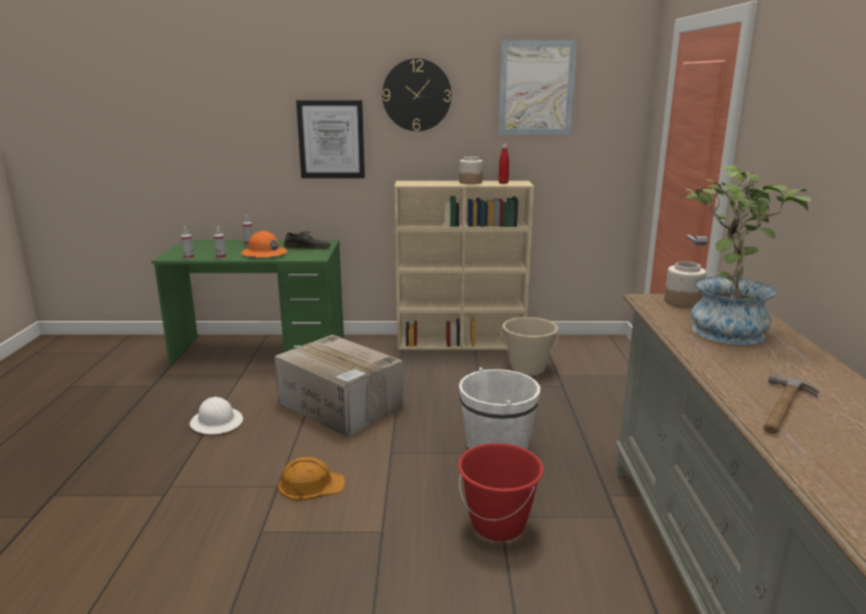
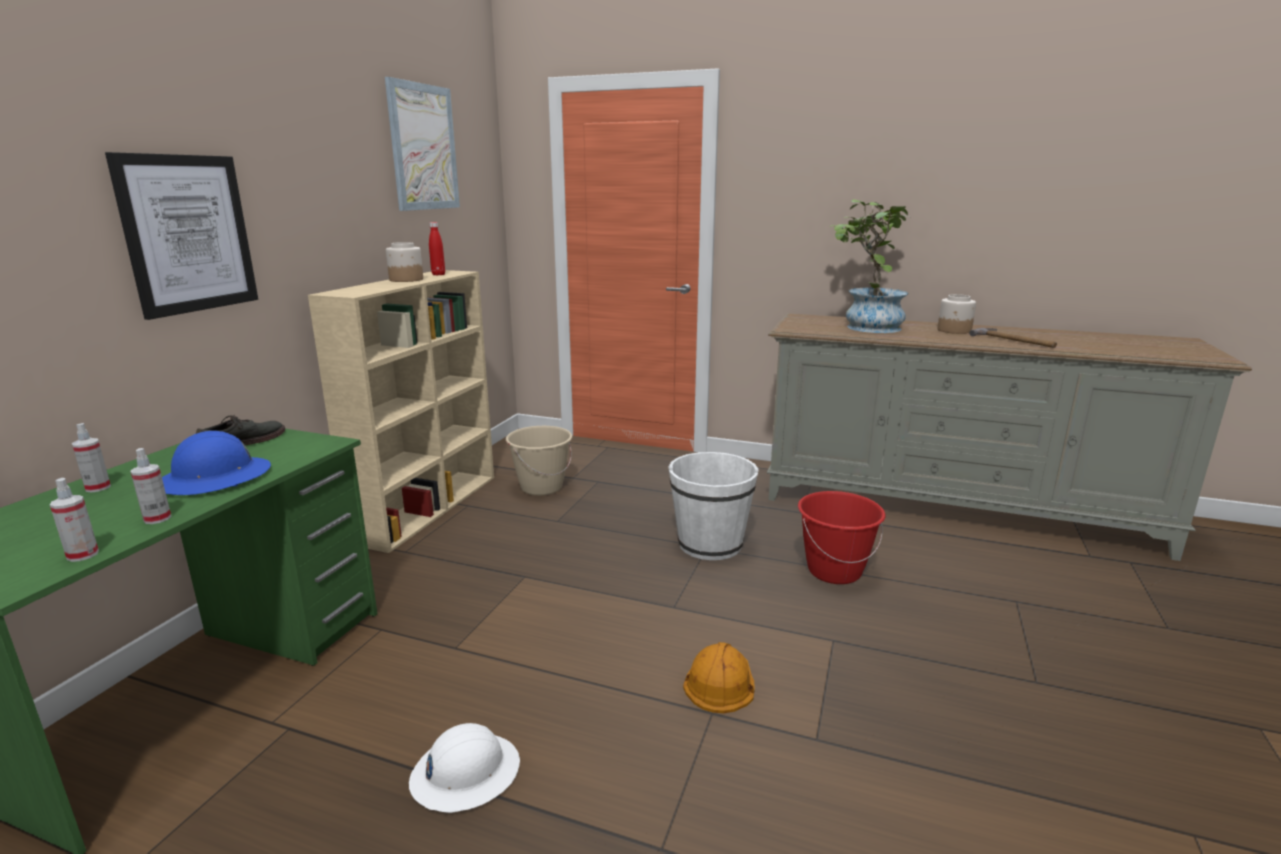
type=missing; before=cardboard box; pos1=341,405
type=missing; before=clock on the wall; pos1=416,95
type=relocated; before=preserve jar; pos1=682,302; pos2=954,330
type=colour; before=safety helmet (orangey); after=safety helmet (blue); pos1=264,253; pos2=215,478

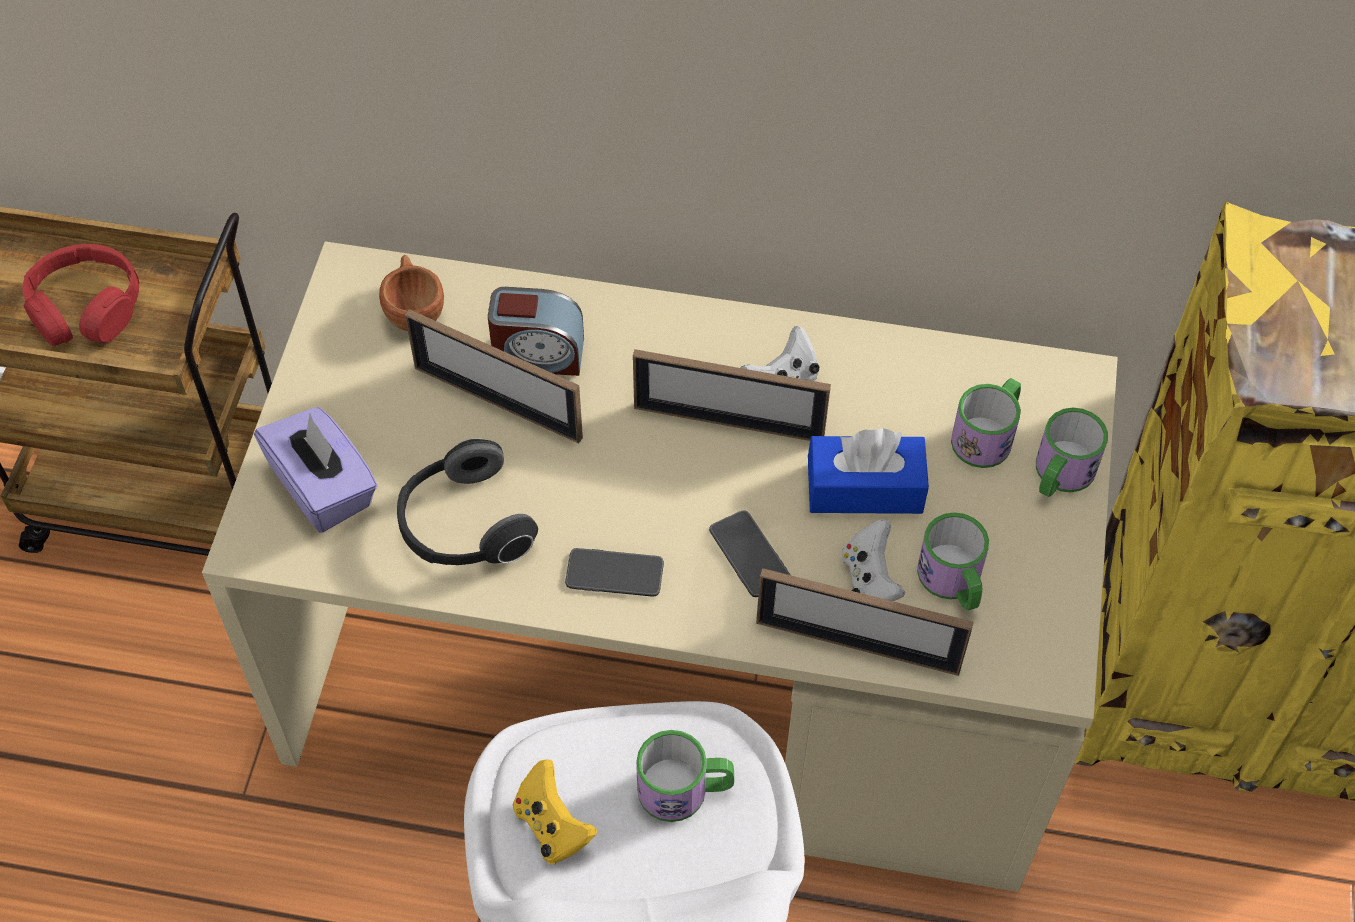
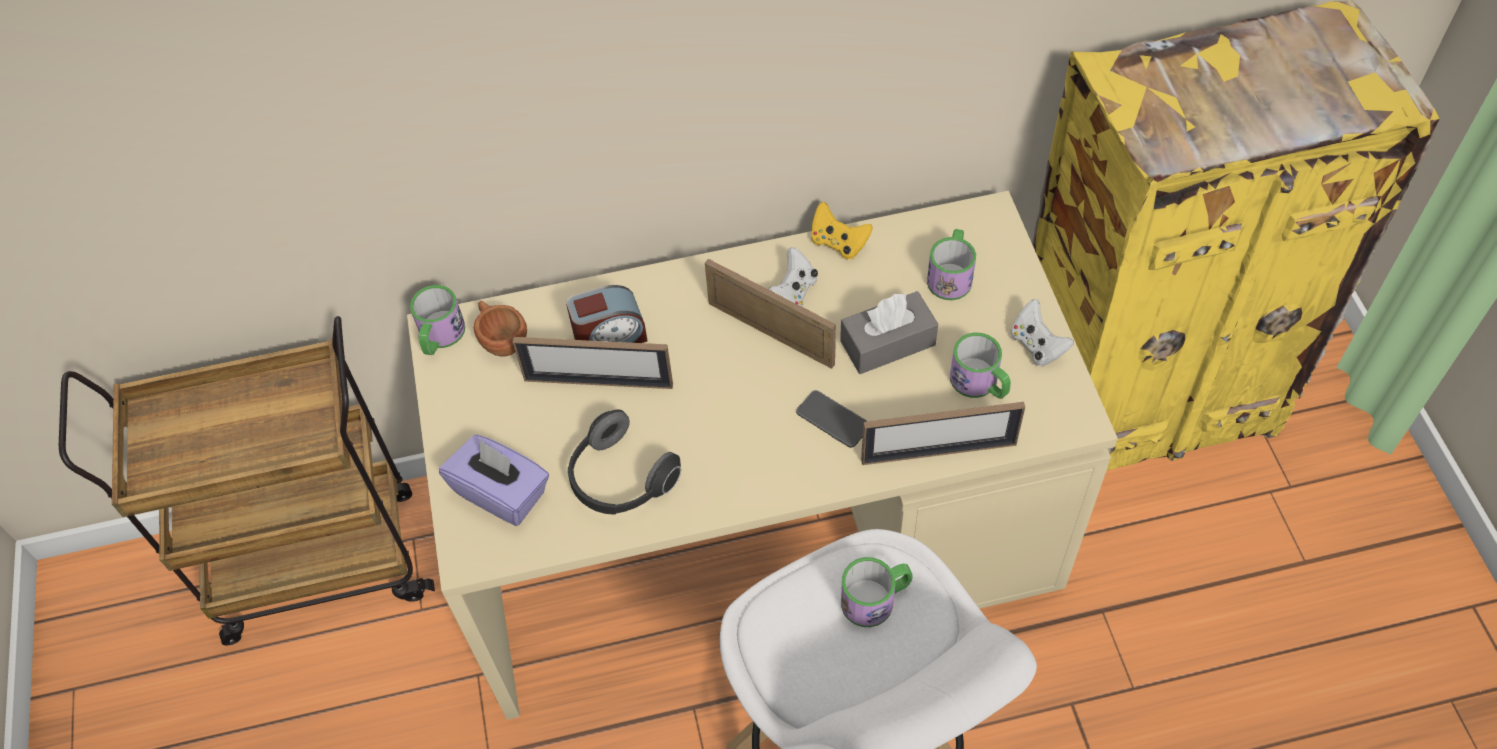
type=missing; before=headset (red); pos1=86,308
type=missing; before=phone; pos1=614,573
type=relocated; before=joypad (yellow-coloured); pos1=552,826; pos2=838,243
type=relocated; before=joypad (white); pos1=869,581; pos2=1037,345
type=relocated; before=coffee mug; pos1=1060,475; pos2=440,337
type=colour; before=tissue holder (blue); after=tissue holder (gray); pos1=864,488; pos2=887,343
type=spun; before=standing frame; pos1=728,422; pos2=770,333; turn=-135

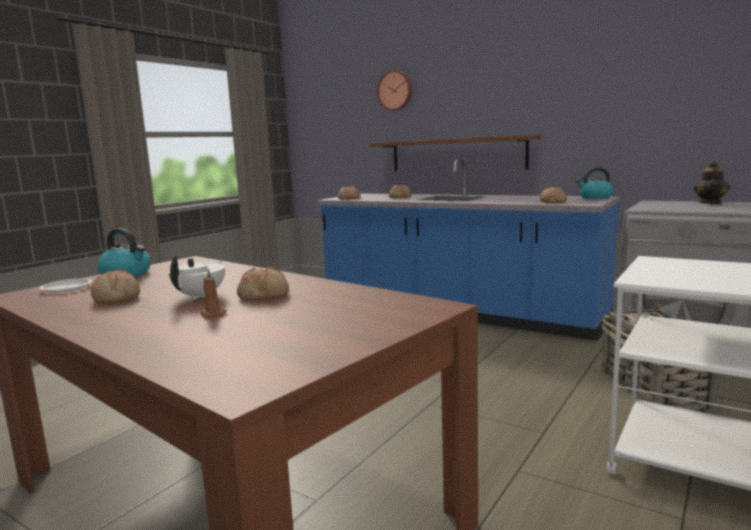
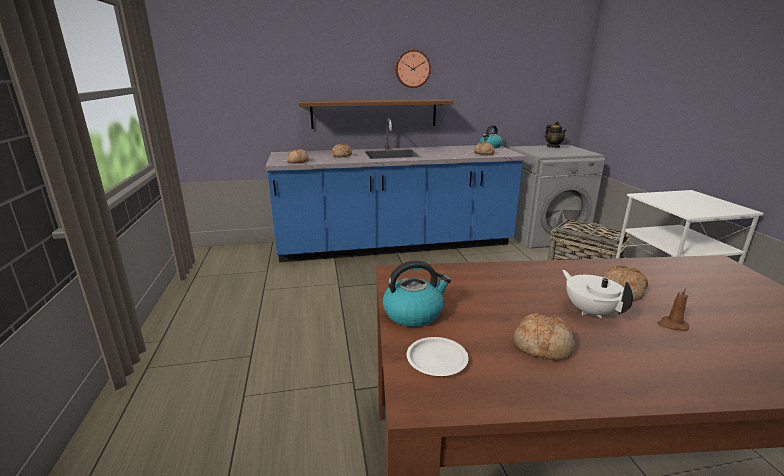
type=relocated; before=clock on the wall; pos1=395,90; pos2=412,69

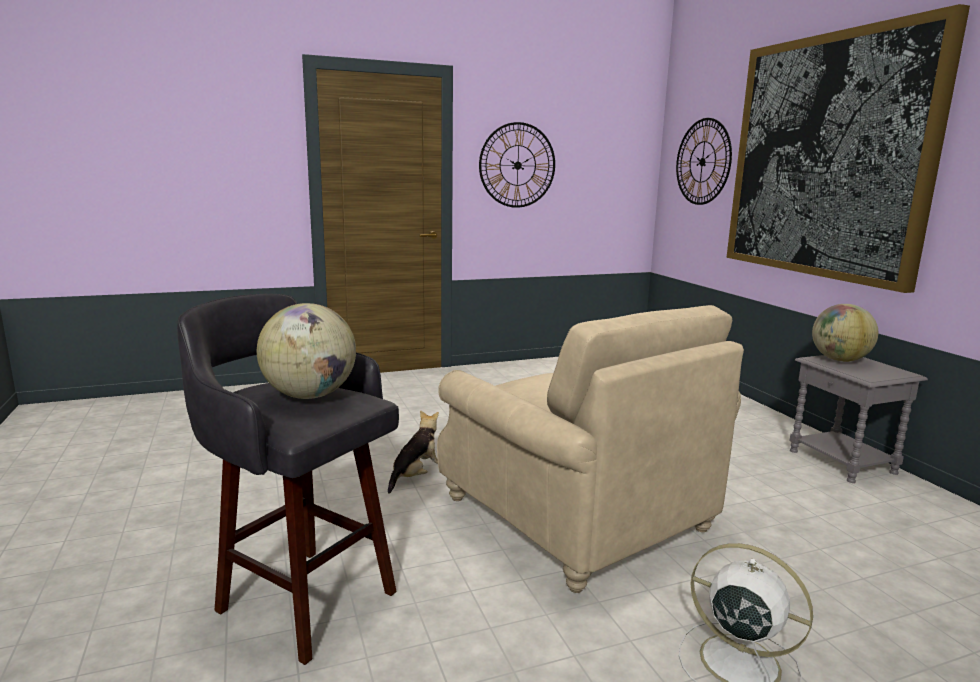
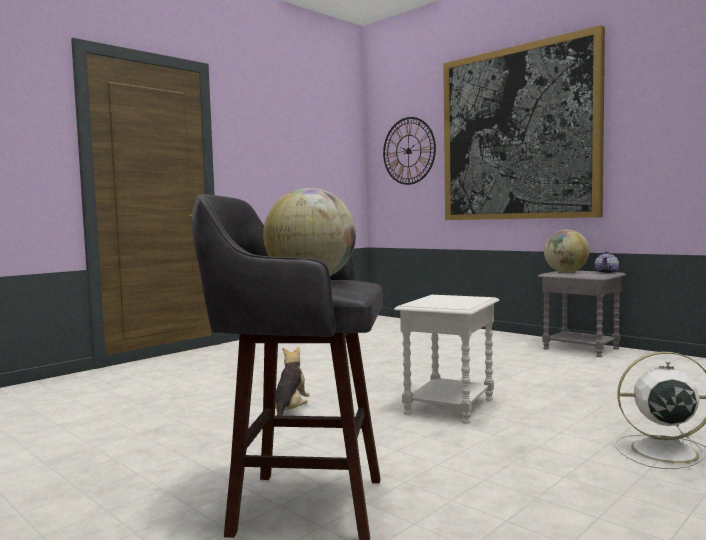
type=missing; before=clock on the wall; pos1=517,165
type=appeared; after=pot for tea; pos2=606,272
type=exchanged; before=armchair (beige-coloured); after=end table (white); pos1=573,513; pos2=451,406

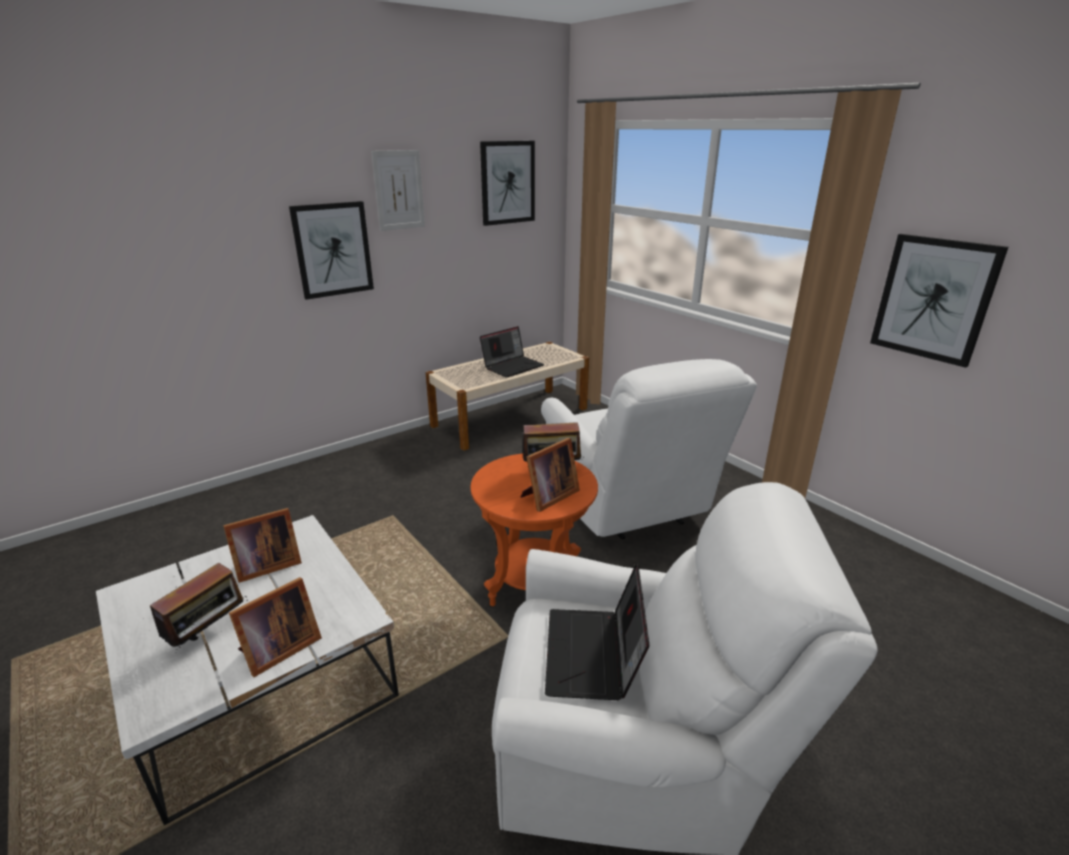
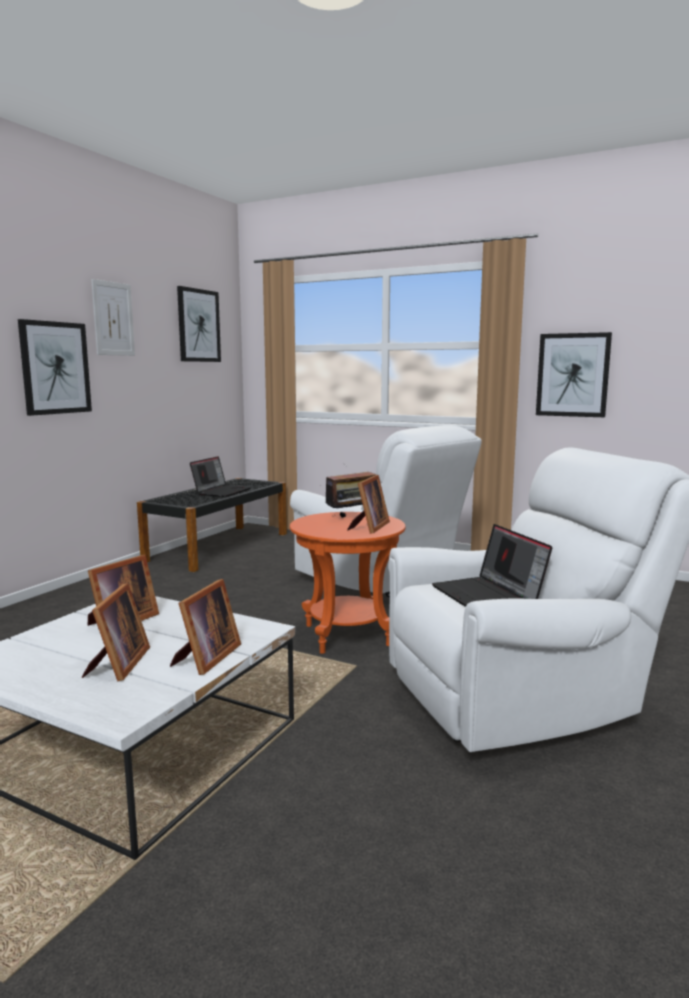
type=exchanged; before=radio; after=standing frame; pos1=210,634; pos2=117,665
type=colour; before=bench (beige-coloured); after=bench (blackish); pos1=510,417; pos2=218,547

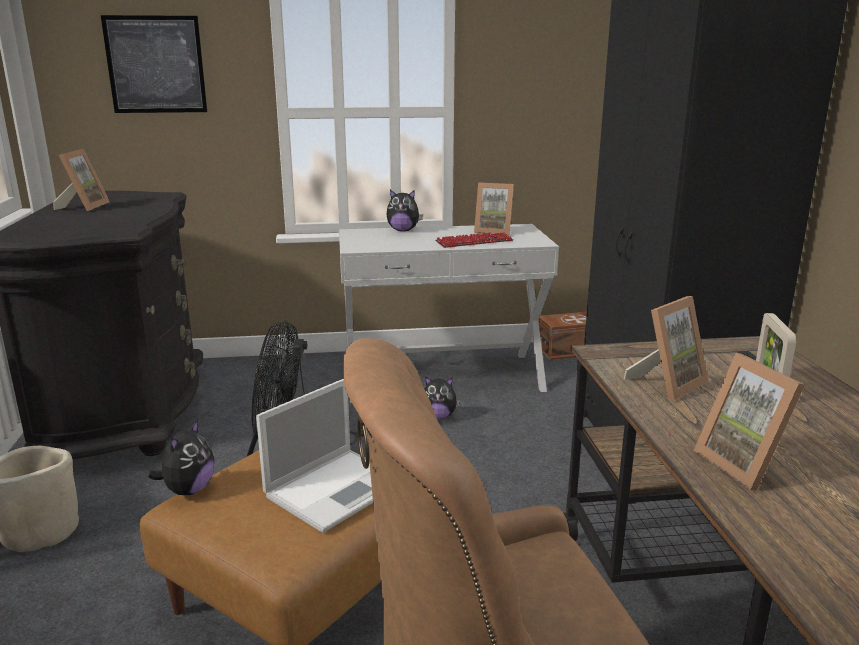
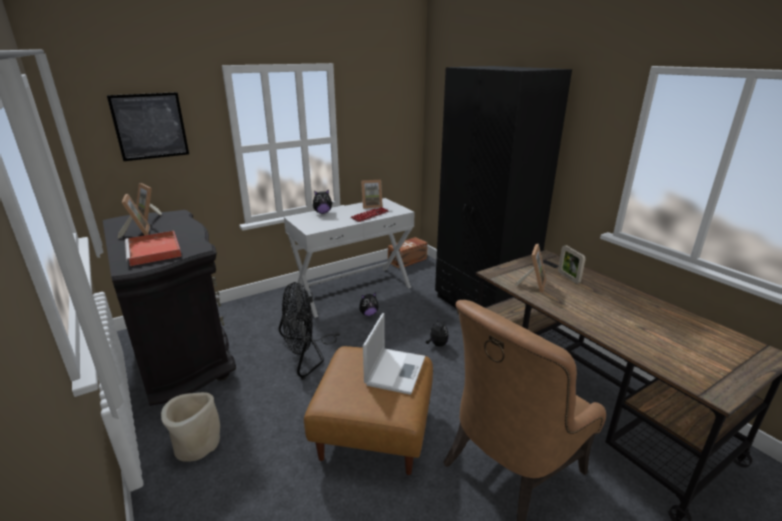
type=appeared; after=serving tray (red); pos2=154,251
type=relocated; before=plush toy; pos1=188,490; pos2=437,344
type=relocated; before=standing frame; pos1=746,464; pos2=150,218

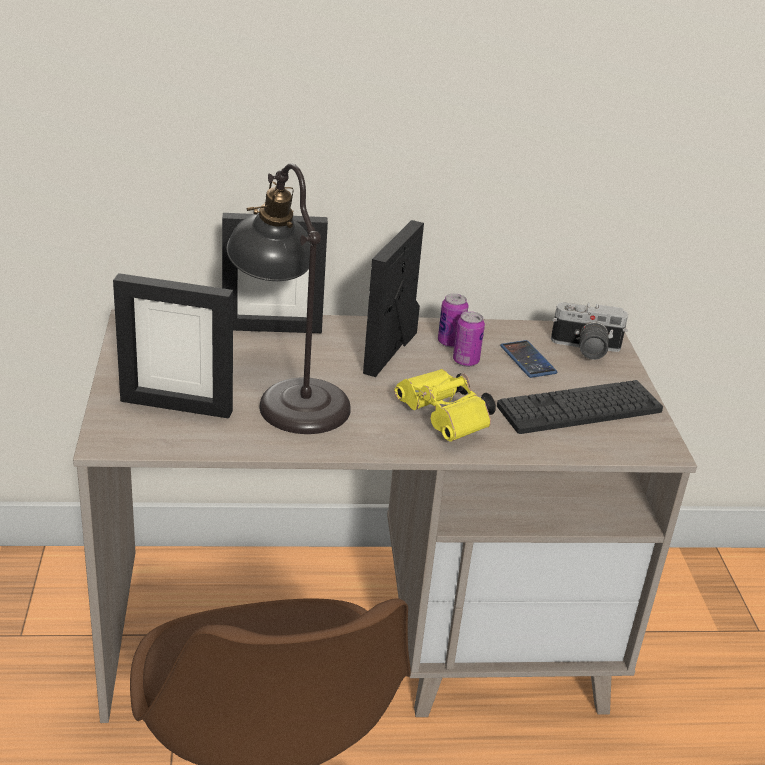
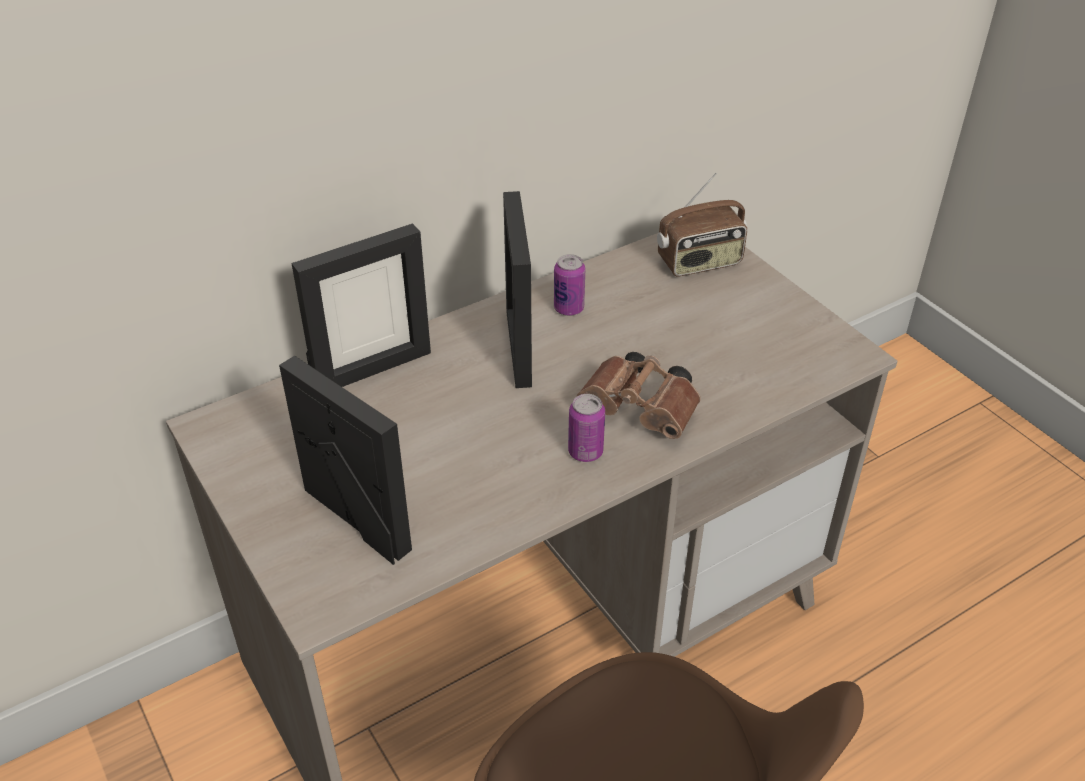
type=missing; before=tabletop lamp (gray); pos1=285,387
type=missing; before=computer keyboard; pos1=579,408
type=missing; before=phone; pos1=528,360
type=relocated; before=sealed can; pos1=465,361; pos2=585,452
type=exchanged; before=still camera; after=radio; pos1=585,349; pos2=700,263
type=colour; before=binoculars (yellow-coloured); after=binoculars (brownish); pos1=446,420; pos2=643,411
type=spun; before=standing frame; pos1=177,404; pos2=354,521; turn=-120

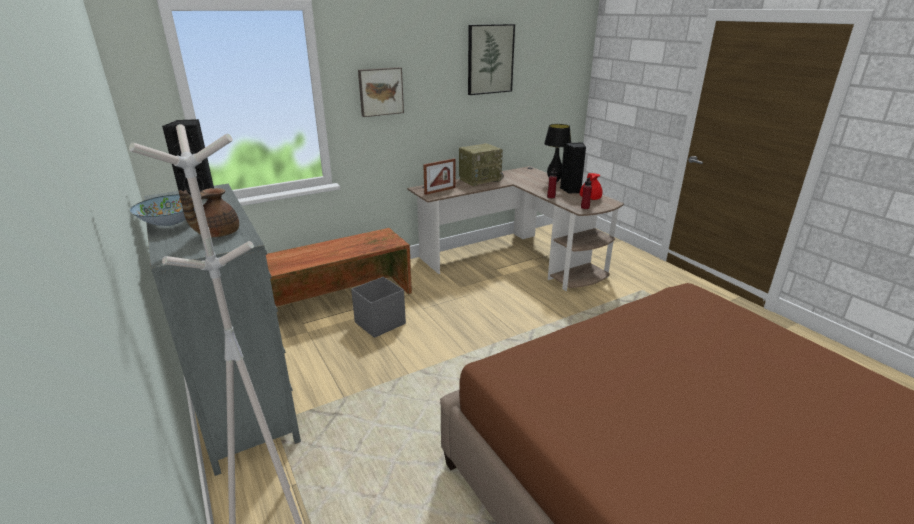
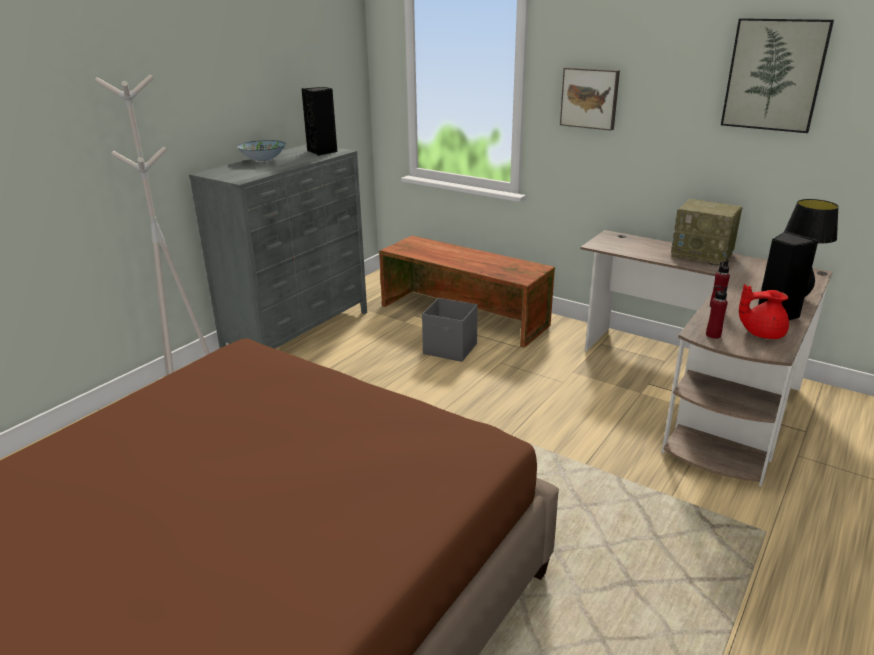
type=missing; before=pot for tea (brownish); pos1=217,234
type=missing; before=standing frame; pos1=440,191

